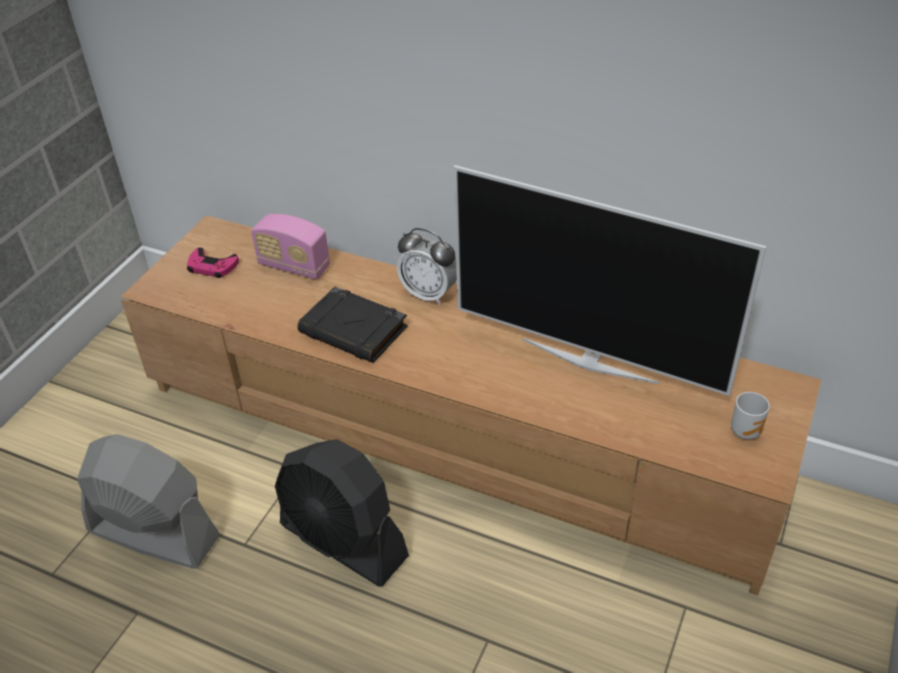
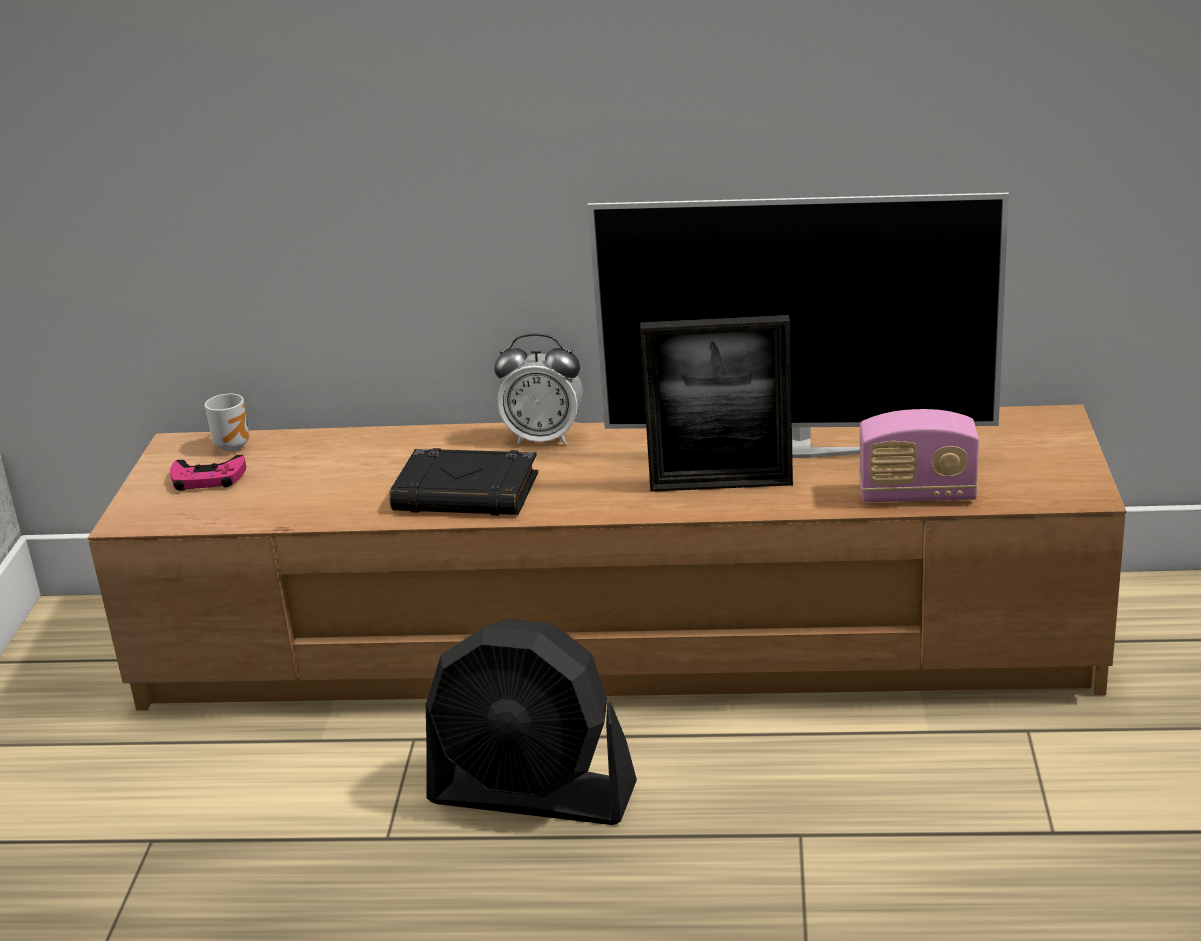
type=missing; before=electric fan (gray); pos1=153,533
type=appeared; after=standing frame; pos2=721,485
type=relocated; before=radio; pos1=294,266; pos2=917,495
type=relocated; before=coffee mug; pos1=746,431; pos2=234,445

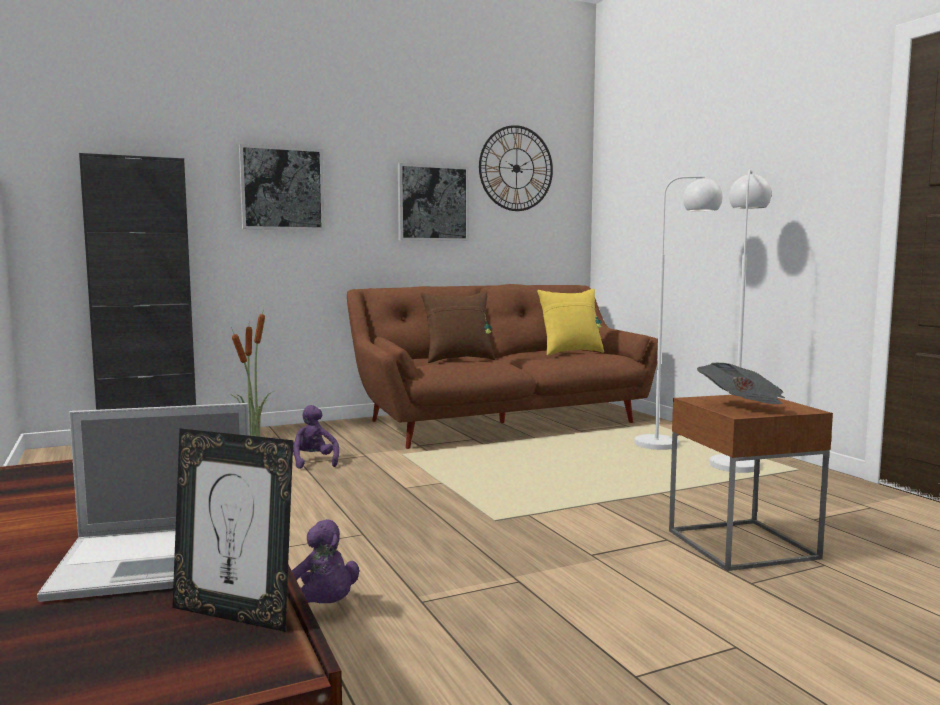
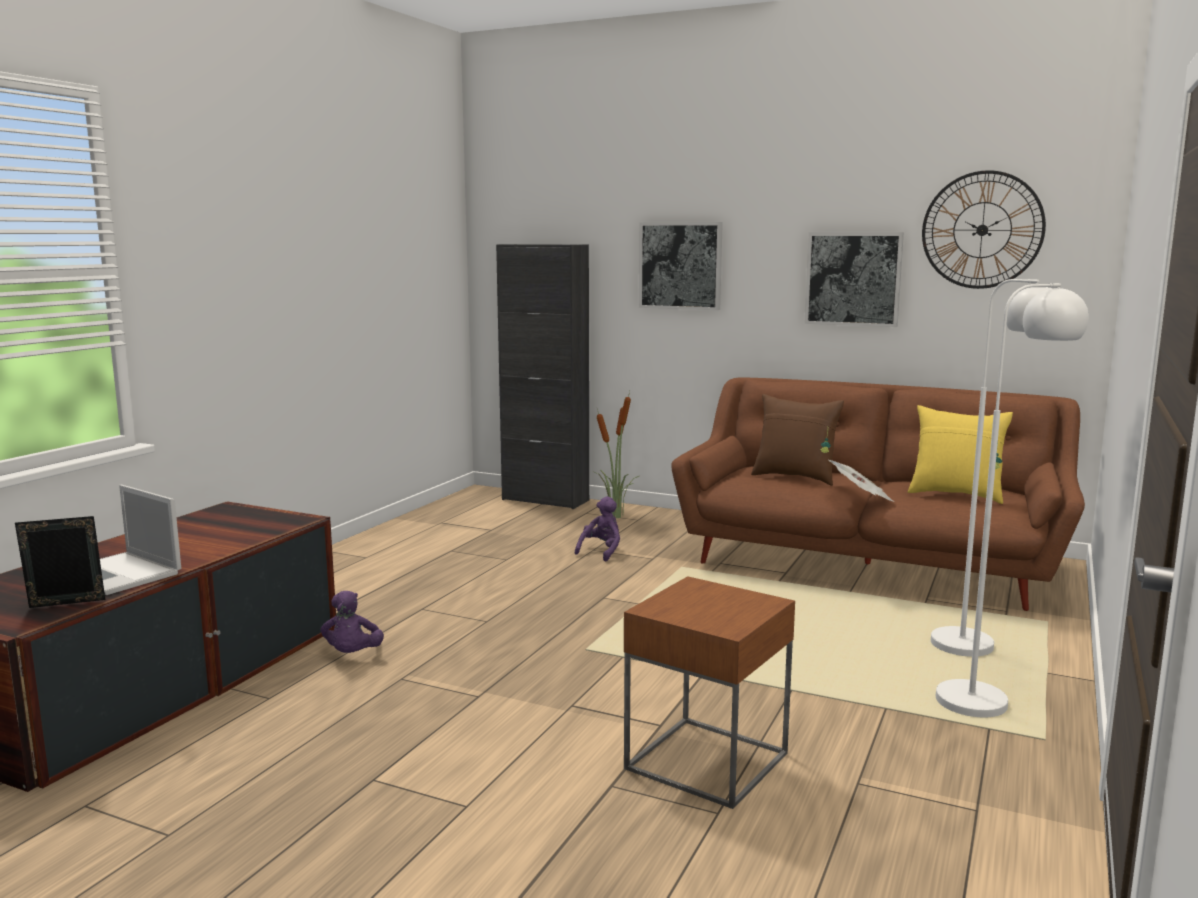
type=relocated; before=daily paper; pos1=743,408; pos2=860,498
type=spun; before=standing frame; pos1=234,614; pos2=66,605; turn=90

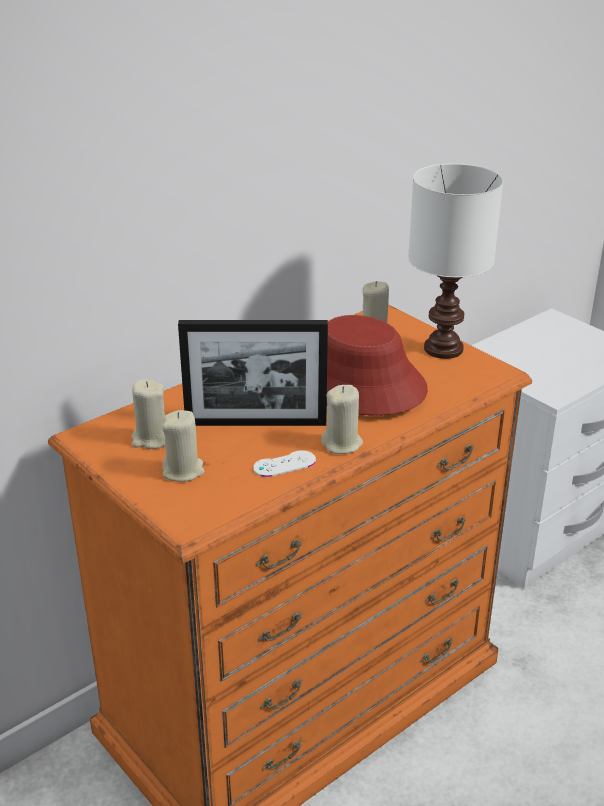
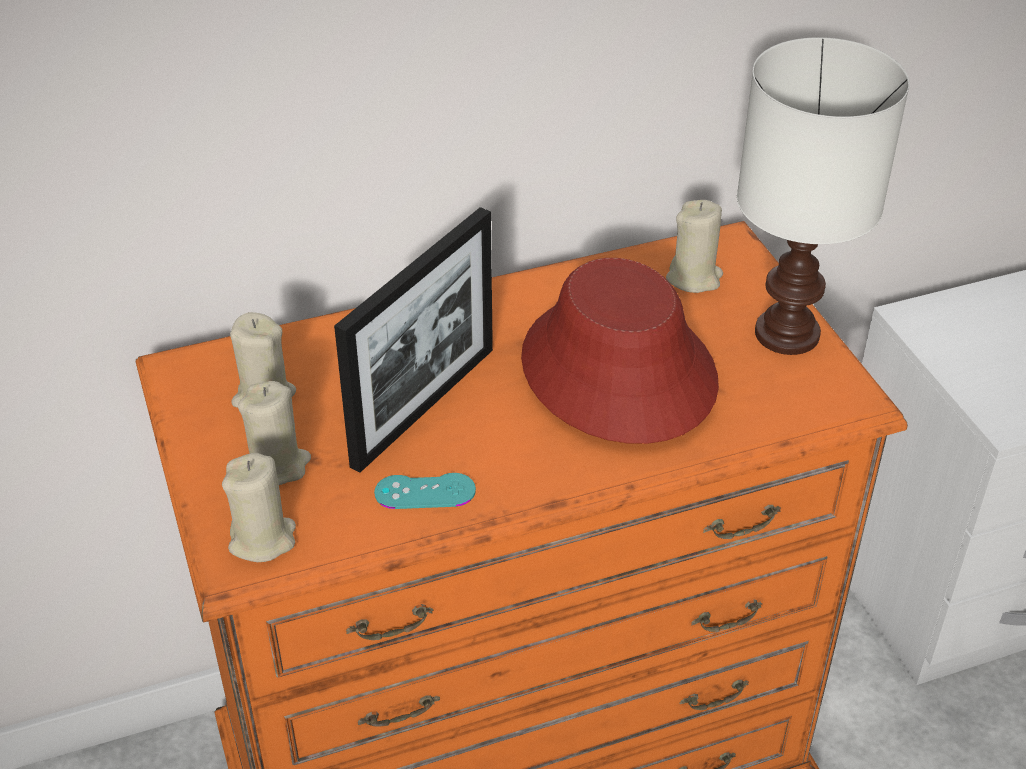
type=relocated; before=candle (beige-coloured); pos1=342,444; pos2=263,539
type=colour; before=joypad (white); after=joypad (blue-green); pos1=284,464; pos2=425,492
type=spun; before=standing frame; pos1=256,423; pos2=424,406; turn=-75

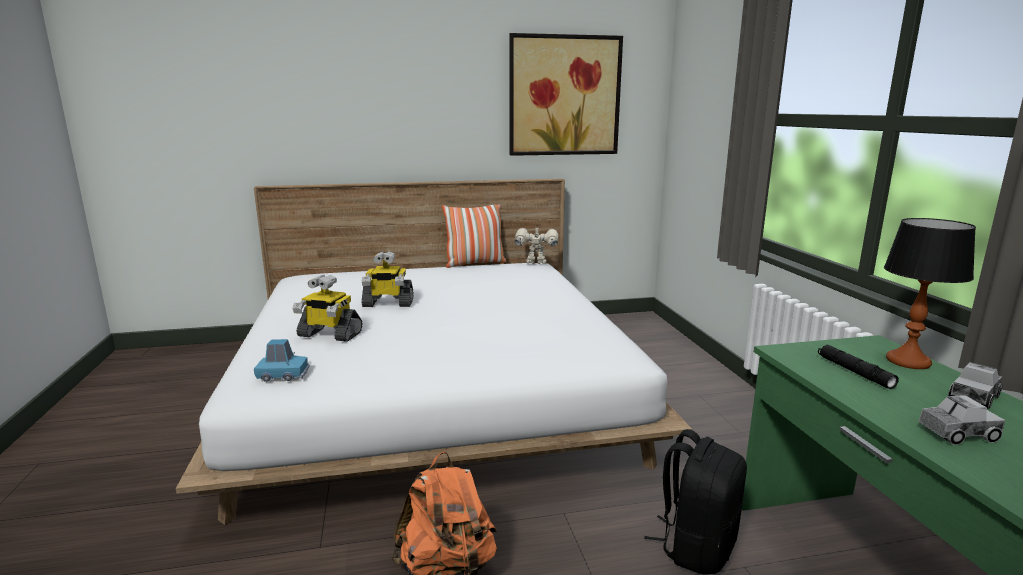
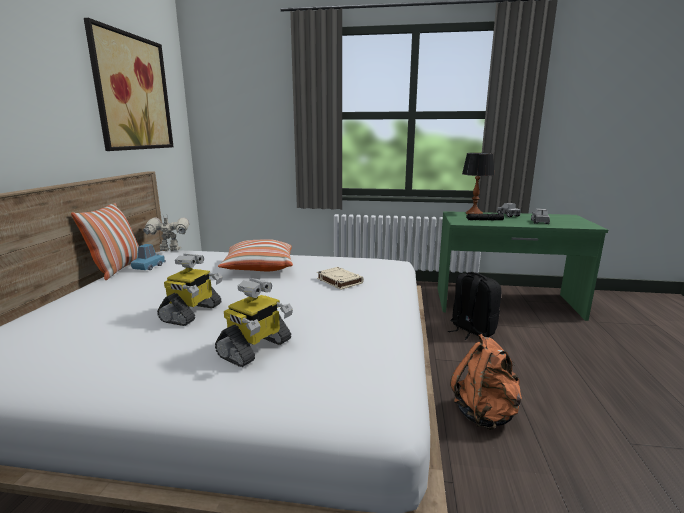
type=appeared; after=throw pillow; pos2=259,268
type=appeared; after=volume (beige-coloured); pos2=339,281
type=relocated; before=toy car (blue); pos1=283,375; pos2=149,267
type=spun; before=robot figure; pos1=536,263; pos2=170,250; turn=60

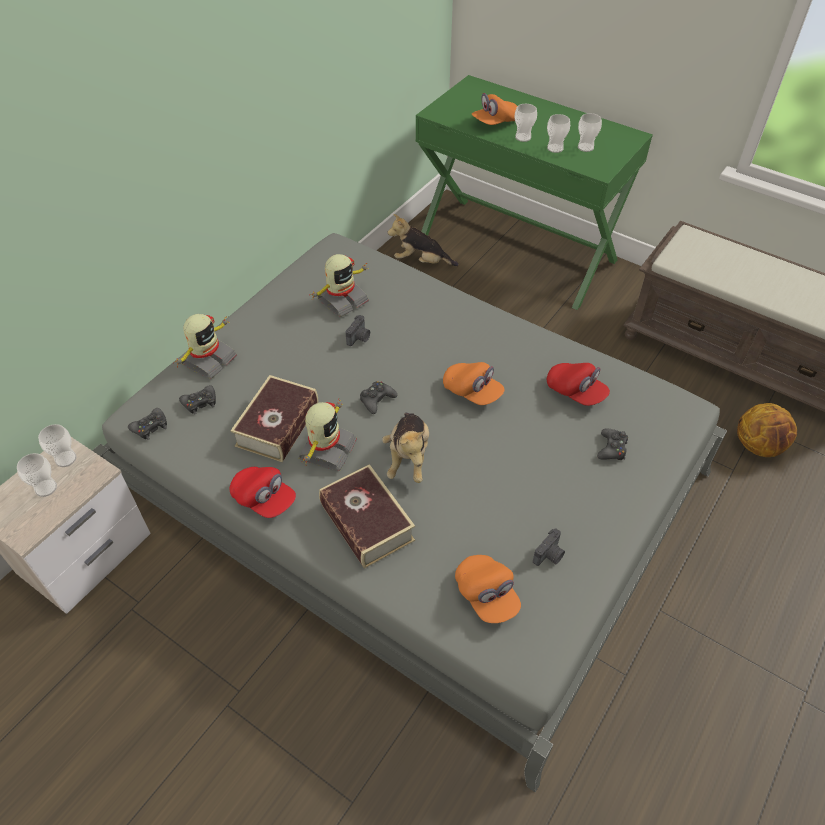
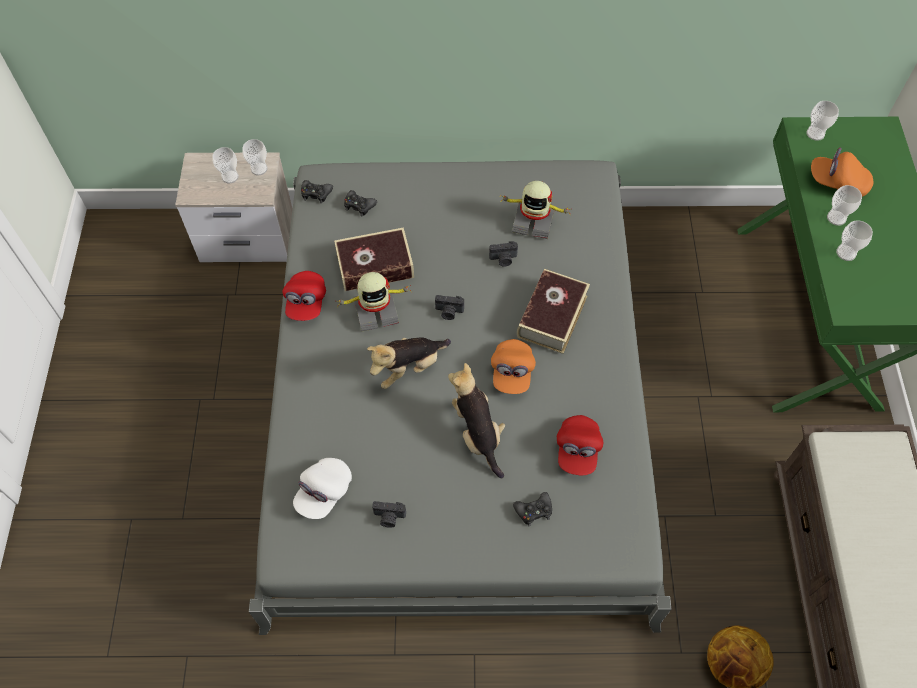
type=missing; before=robot figure; pos1=208,360
type=relocated; before=volume; pos1=367,522; pos2=552,316
type=relocated; before=plush toy; pos1=421,262; pos2=477,433
type=relocated; before=small cup; pos1=585,147; pos2=815,133
type=exchanged; before=joypad (blackish); after=still camera; pos1=377,400; pos2=449,312
type=colour; before=baseball cap (orangey); after=baseball cap (white); pos1=486,595; pos2=324,492

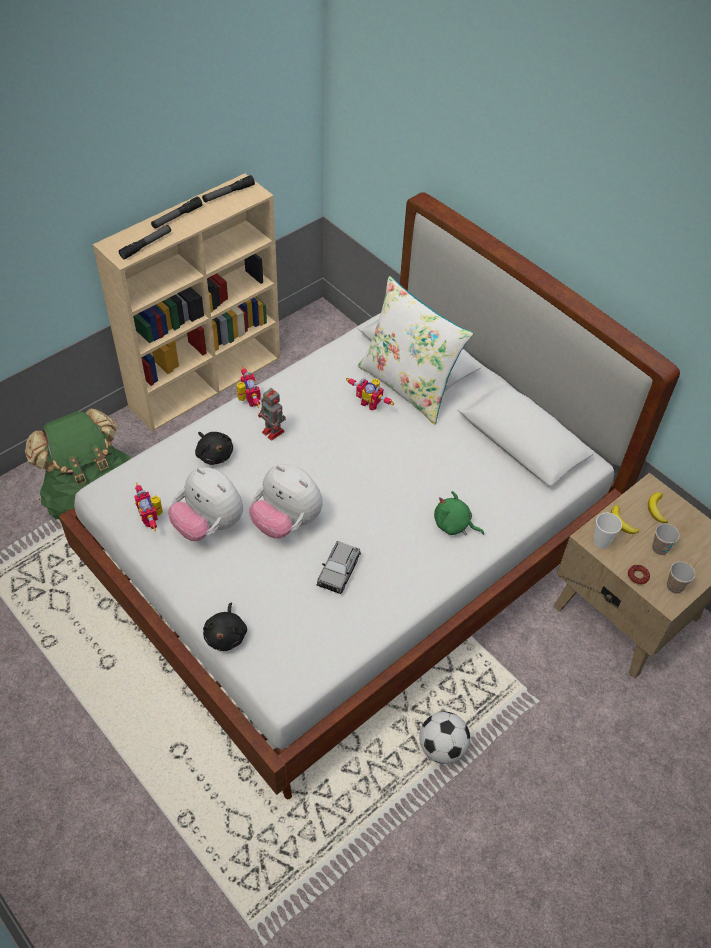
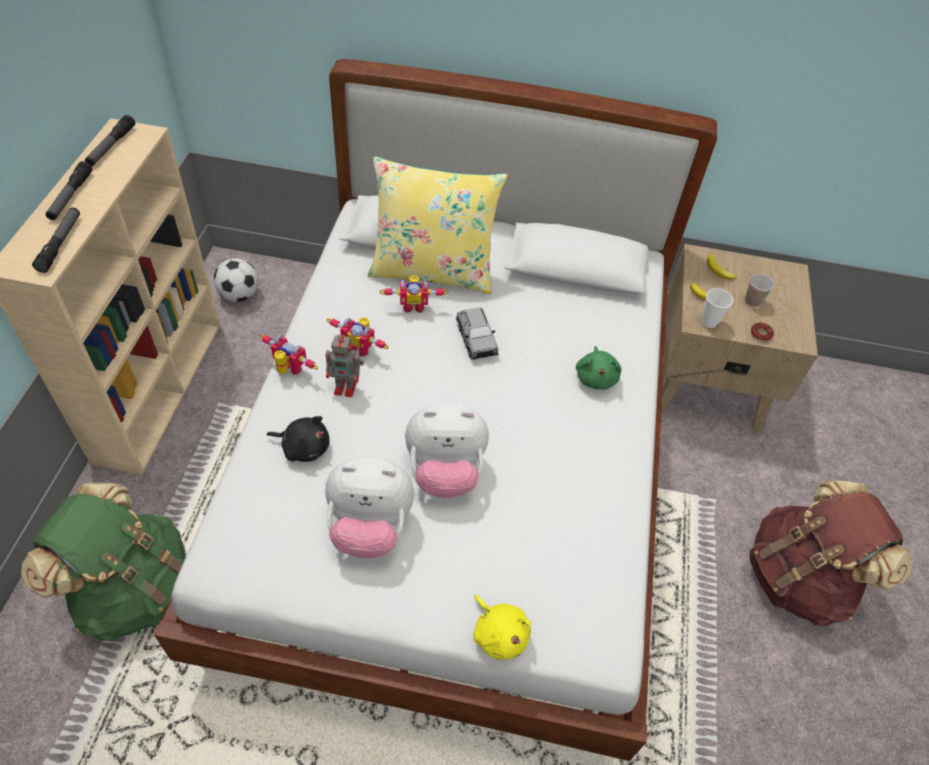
type=missing; before=small cup; pos1=674,586
type=appeared; after=backpack (brownish); pos2=799,578
type=relocated; before=robot figure; pos1=152,518; pos2=360,347
type=relocated; before=toy car (gray); pos1=338,571; pos2=476,339
type=relocated; before=football ball; pos1=442,747; pos2=239,295
type=colour; before=plush toy (blackish); after=plush toy (yellow-coloured); pos1=226,635; pos2=499,634
type=colour; before=throw pillow (white); after=throw pillow (yellow-coloured); pos1=408,385; pos2=432,270
type=spun; before=plush toy (green-coloured); pos1=454,525; pos2=596,377; turn=-75

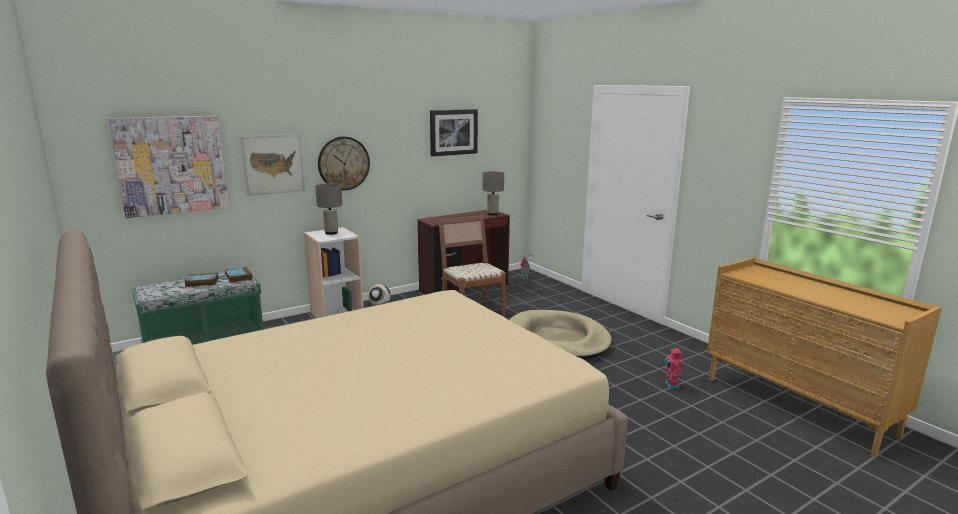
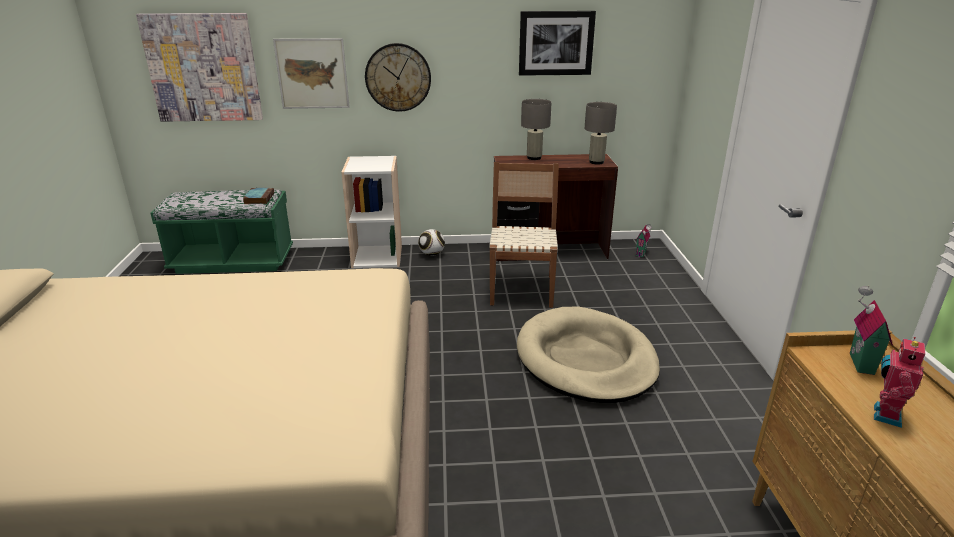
type=missing; before=volume; pos1=201,282
type=appeared; after=model house; pos2=858,363
type=relocated; before=tabletop lamp (gray); pos1=331,233; pos2=533,158
type=relocated; before=robot figure; pos1=670,385; pos2=884,415

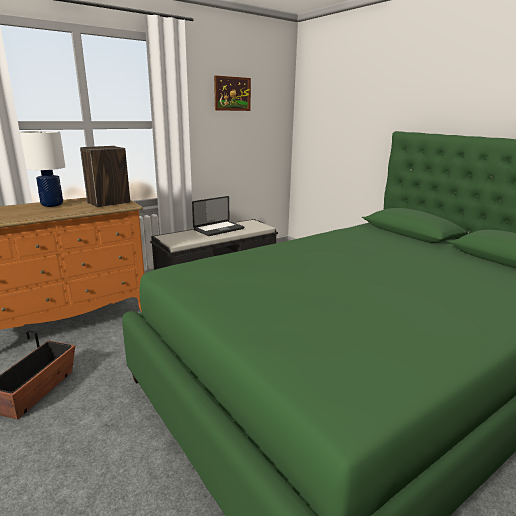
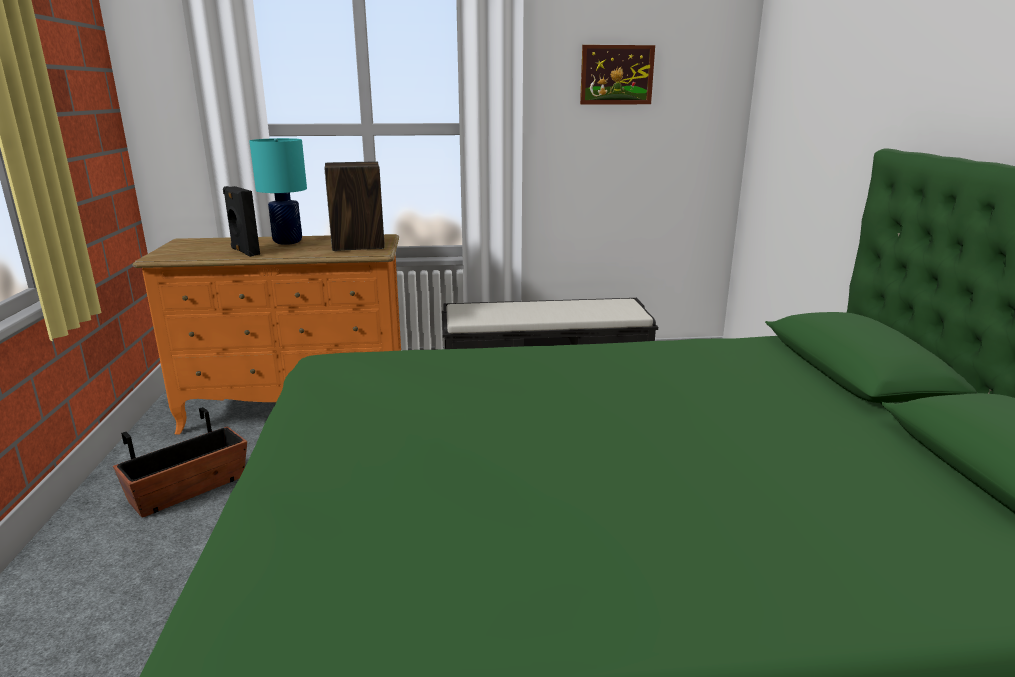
type=missing; before=laptop; pos1=219,229
type=appeared; after=audio speaker (blackish); pos2=244,252
type=colour; before=tabletop lamp (white); after=tabletop lamp (blue-green); pos1=53,205; pos2=288,243

